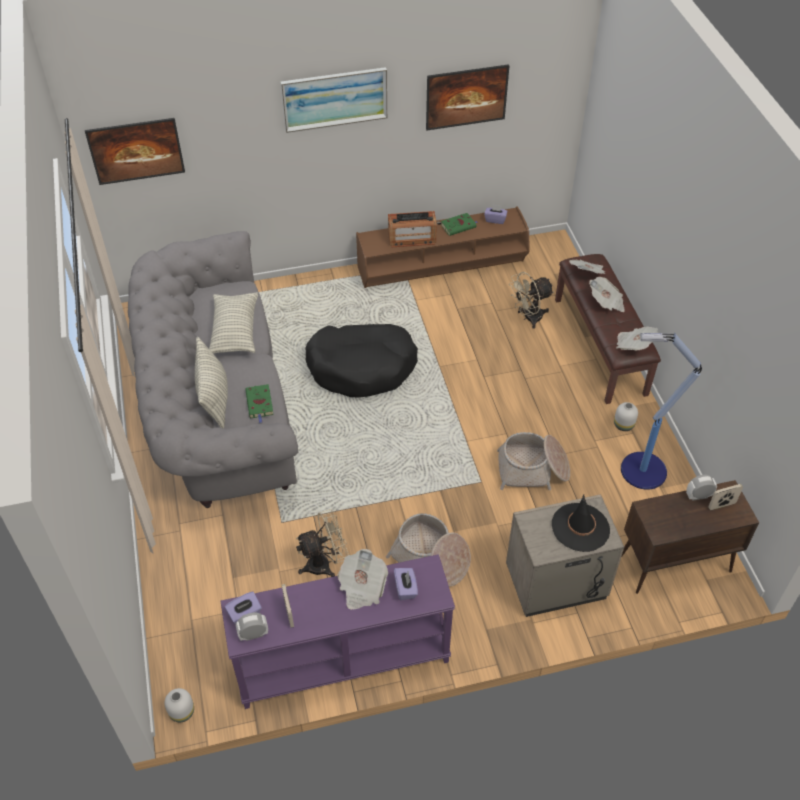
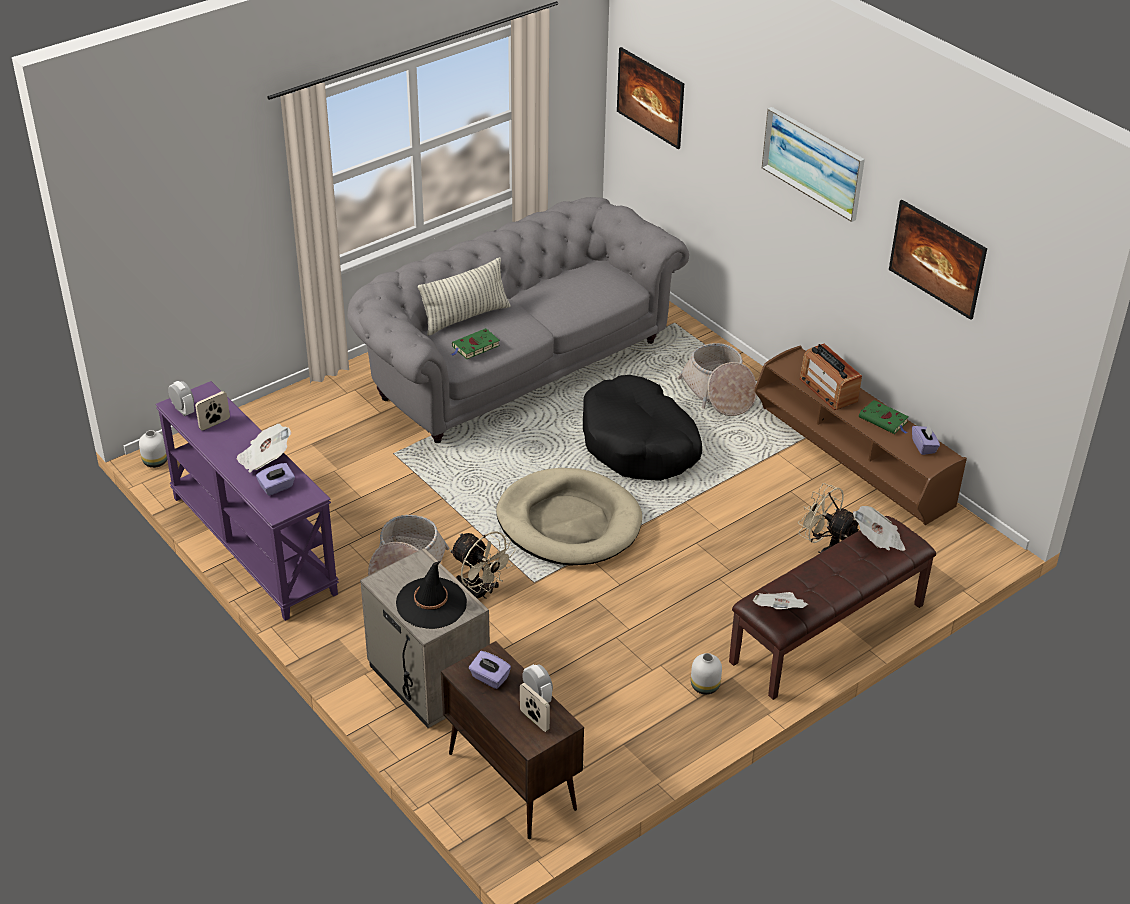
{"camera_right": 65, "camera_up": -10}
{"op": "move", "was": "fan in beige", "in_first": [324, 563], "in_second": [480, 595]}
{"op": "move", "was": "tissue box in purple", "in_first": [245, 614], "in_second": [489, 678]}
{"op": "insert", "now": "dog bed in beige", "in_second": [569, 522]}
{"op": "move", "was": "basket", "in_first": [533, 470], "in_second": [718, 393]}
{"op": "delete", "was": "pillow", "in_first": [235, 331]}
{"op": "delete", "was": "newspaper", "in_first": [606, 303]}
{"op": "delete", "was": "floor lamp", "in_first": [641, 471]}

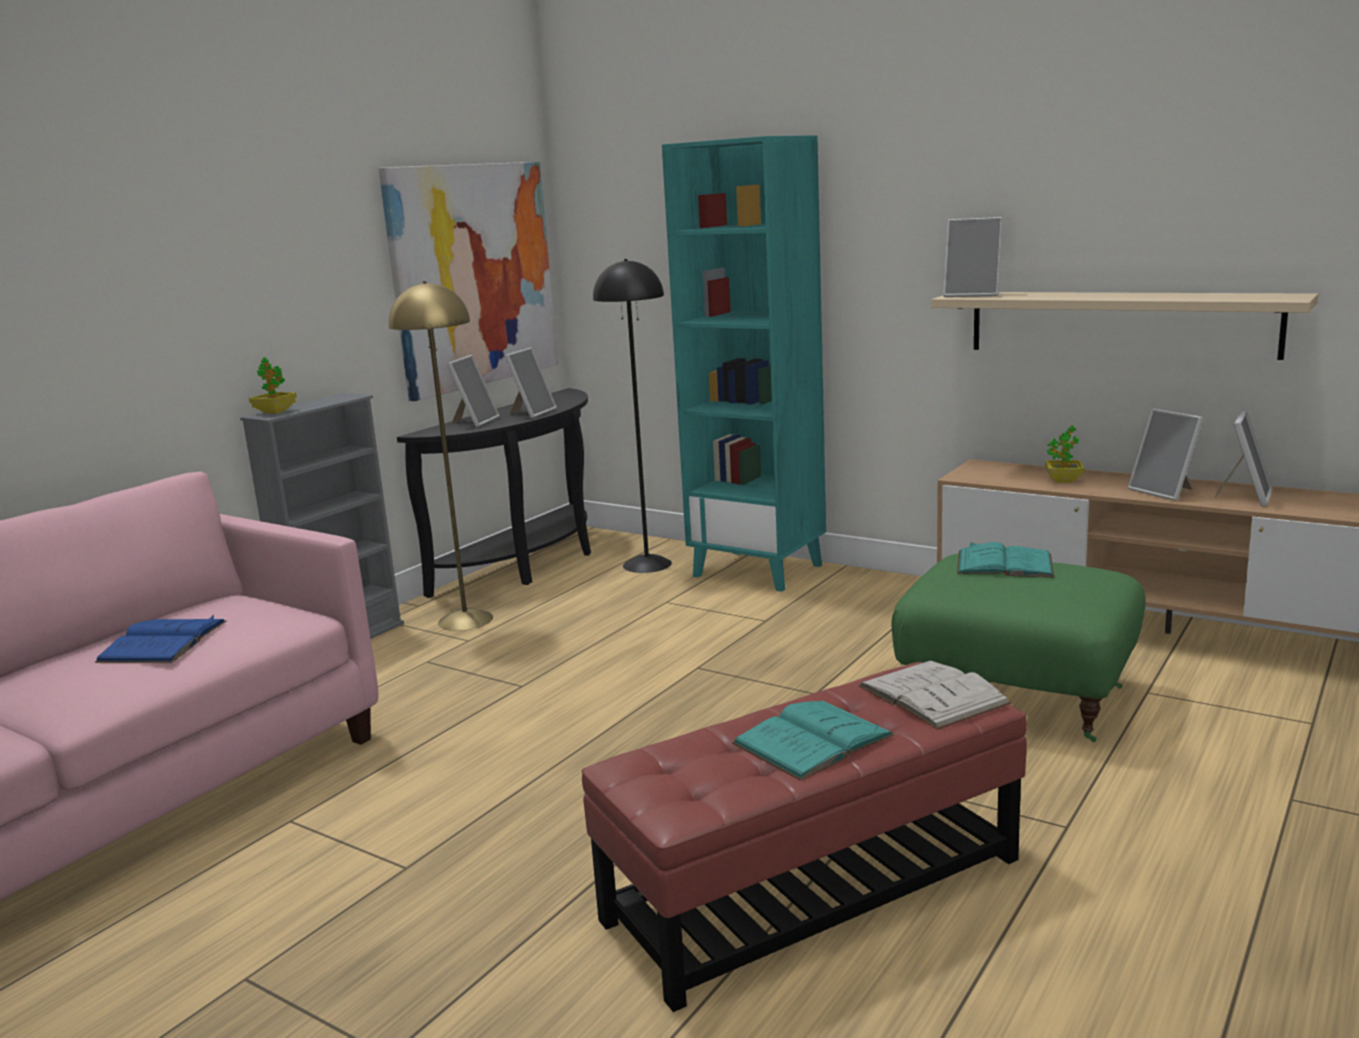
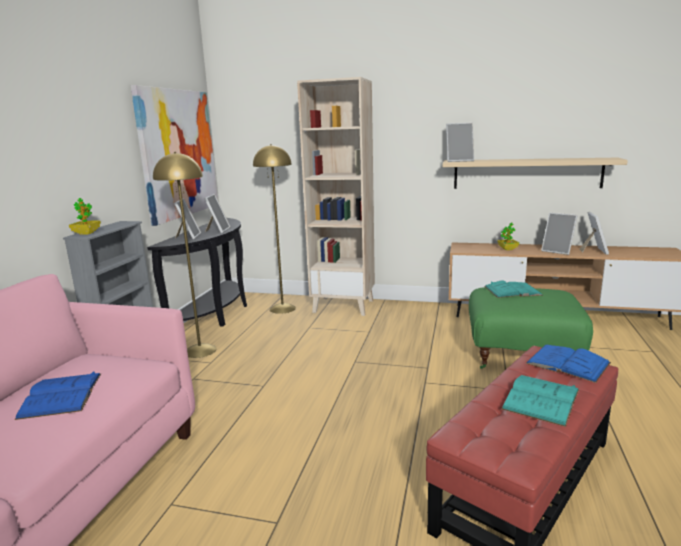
{"camera_right": -20, "camera_up": 0}
{"op": "recolor", "was": "floor lamp in black", "now": "floor lamp in yellow", "in_first": [647, 564], "in_second": [282, 308]}
{"op": "recolor", "was": "bookcase in turquoise", "now": "bookcase in beige", "in_first": [759, 570], "in_second": [344, 306]}
{"op": "recolor", "was": "book in white", "now": "book in blue", "in_first": [932, 694], "in_second": [567, 363]}

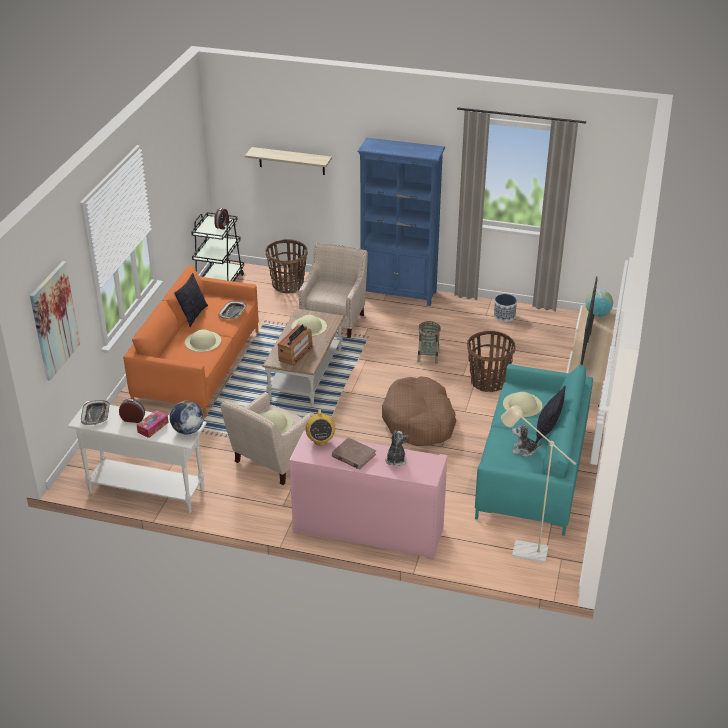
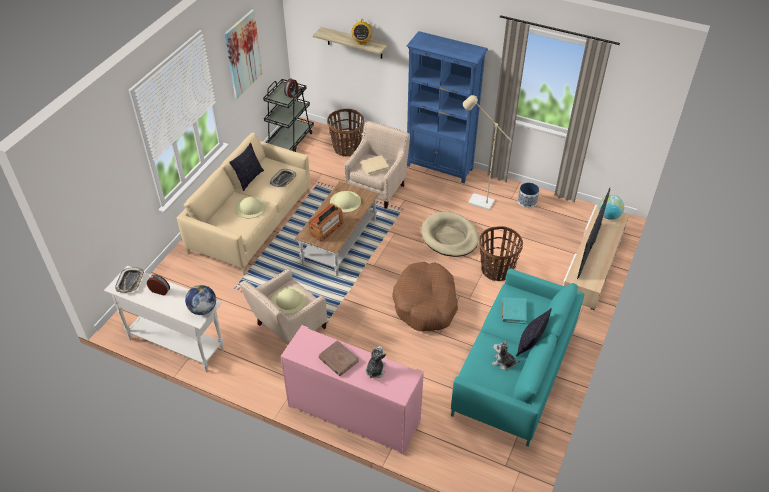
{"camera_right": 10, "camera_up": 10}
{"op": "recolor", "was": "sofa in orange", "now": "sofa in beige", "in_first": [198, 366], "in_second": [251, 222]}
{"op": "move", "was": "picture", "in_first": [54, 320], "in_second": [243, 54]}
{"op": "move", "was": "radio", "in_first": [320, 440], "in_second": [362, 42]}
{"op": "insert", "now": "book in beige", "in_second": [374, 166]}
{"op": "replace", "was": "basket", "now": "dog bed in beige", "in_first": [428, 357], "in_second": [449, 237]}
{"op": "move", "was": "floor lamp in beige", "in_first": [523, 550], "in_second": [476, 200]}
{"op": "replace", "was": "hat in beige", "now": "book in turquoise", "in_first": [522, 404], "in_second": [513, 311]}
{"op": "delete", "was": "tissue box", "in_first": [153, 427]}

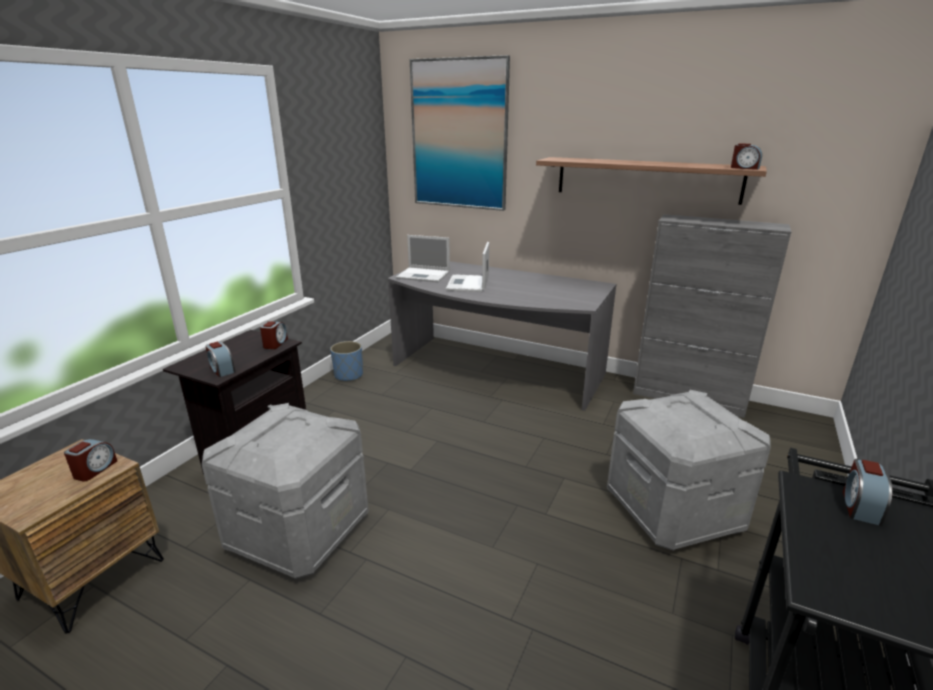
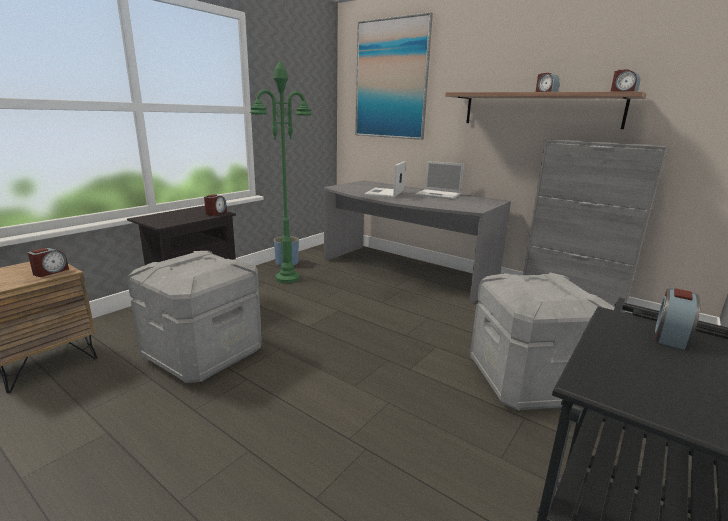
{"camera_right": 10, "camera_up": -5}
{"op": "insert", "now": "floor lamp in green", "in_second": [288, 278]}
{"op": "move", "was": "laptop", "in_first": [424, 275], "in_second": [439, 195]}
{"op": "move", "was": "alarm clock", "in_first": [222, 370], "in_second": [545, 92]}

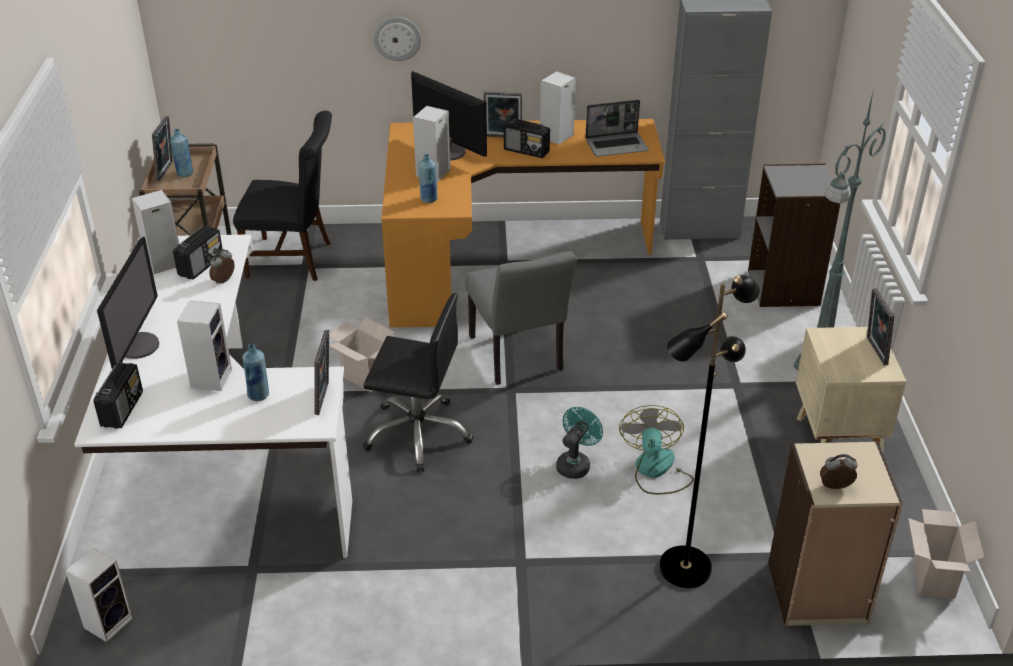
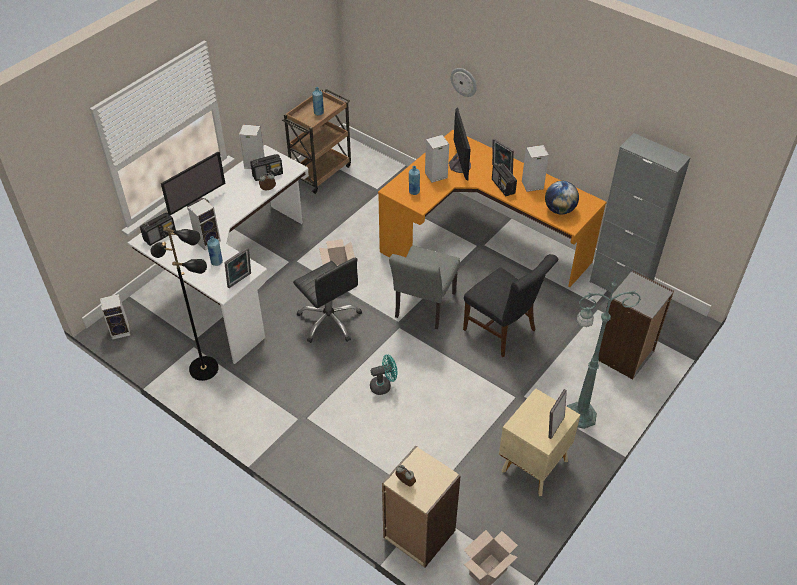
{"camera_right": 40, "camera_up": 10}
{"op": "move", "was": "floor lamp in black", "in_first": [684, 566], "in_second": [204, 368]}
{"op": "move", "was": "chair in black", "in_first": [295, 259], "in_second": [503, 331]}
{"op": "replace", "was": "laptop", "now": "globe", "in_first": [617, 145], "in_second": [559, 210]}
{"op": "delete", "was": "picture frame", "in_first": [167, 171]}
{"op": "delete", "was": "fan", "in_first": [656, 471]}

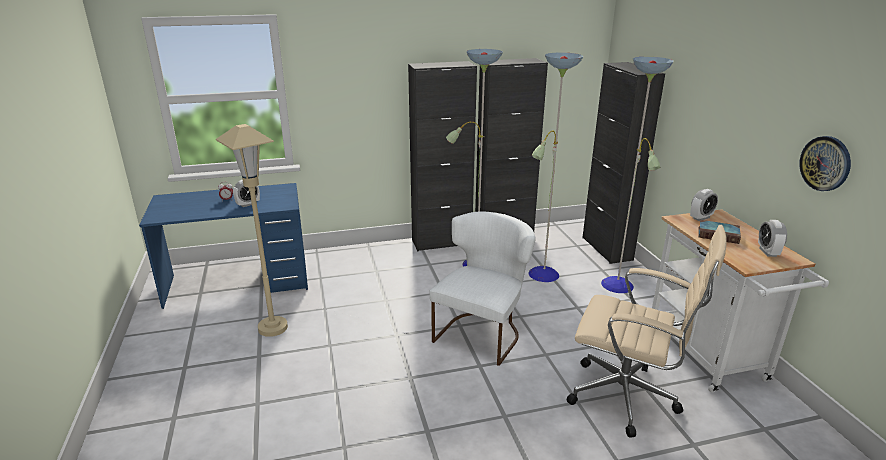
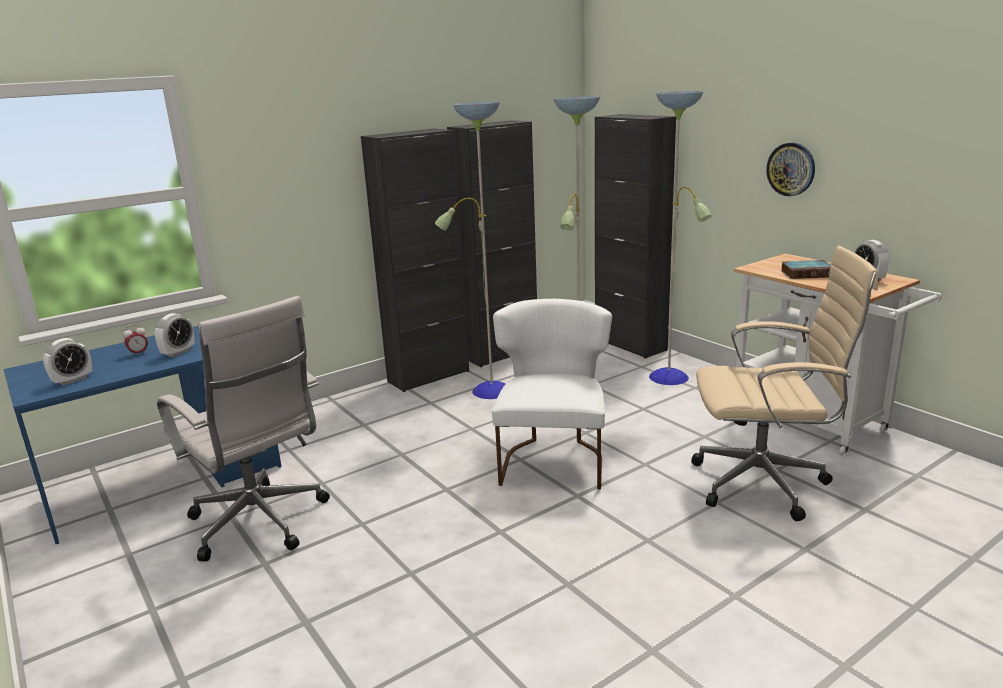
{"camera_right": -20, "camera_up": -5}
{"op": "move", "was": "alarm clock", "in_first": [701, 218], "in_second": [72, 380]}
{"op": "replace", "was": "floor lamp in beige", "now": "office chair in white", "in_first": [272, 328], "in_second": [261, 524]}
{"op": "move", "was": "wall clock", "in_first": [825, 163], "in_second": [791, 169]}

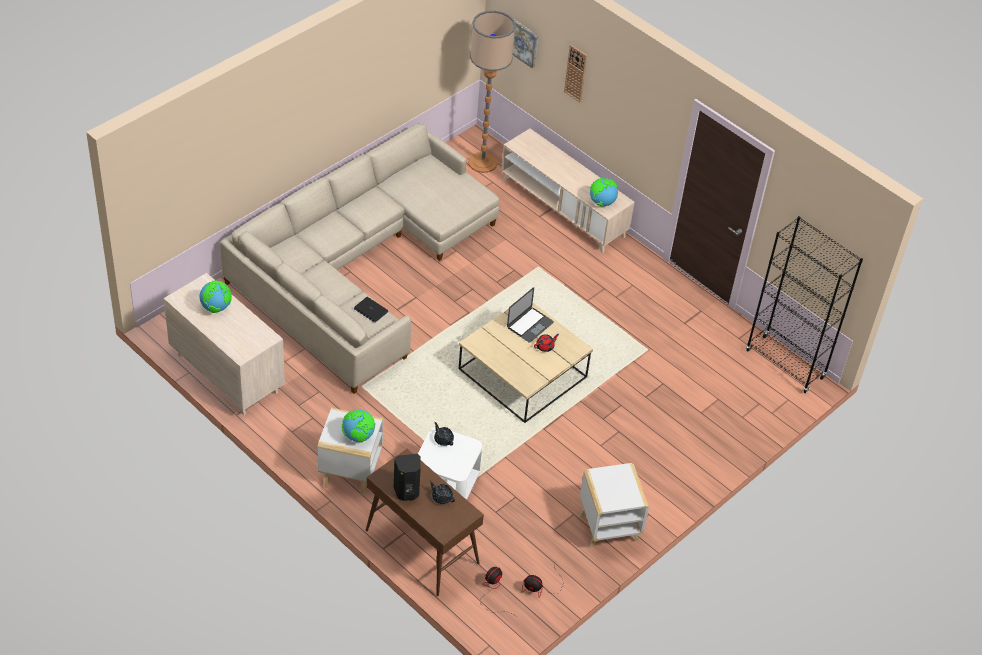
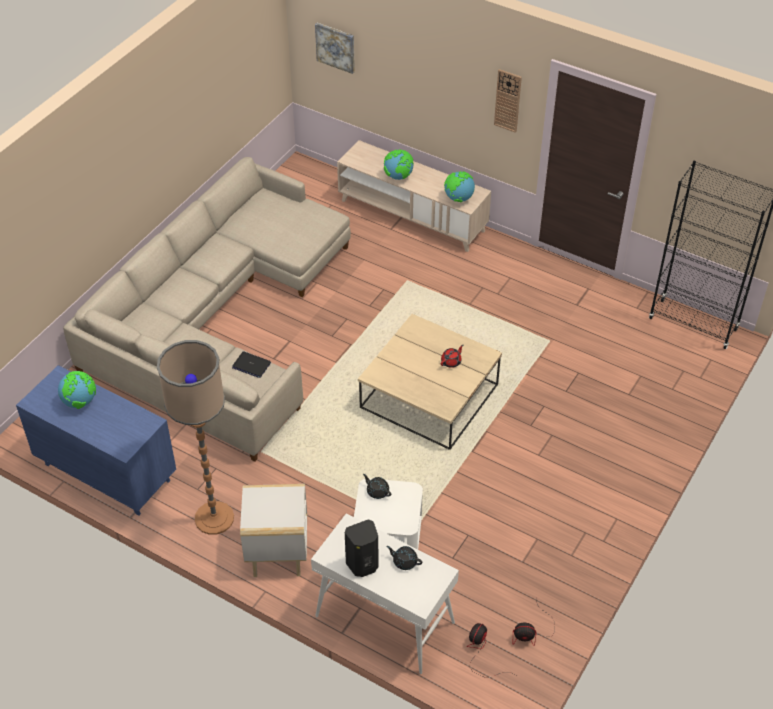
{"camera_right": -10, "camera_up": 0}
{"op": "recolor", "was": "dresser in beige", "now": "dresser in blue", "in_first": [226, 373], "in_second": [106, 472]}
{"op": "move", "was": "floor lamp", "in_first": [482, 163], "in_second": [214, 518]}
{"op": "recolor", "was": "console table in brown", "now": "console table in white", "in_first": [421, 547], "in_second": [384, 619]}
{"op": "move", "was": "globe", "in_first": [358, 436], "in_second": [399, 177]}
{"op": "move", "was": "wall clock", "in_first": [576, 73], "in_second": [508, 100]}
{"op": "delete", "was": "laptop", "in_first": [530, 325]}
{"op": "delete", "was": "side table in white", "in_first": [609, 527]}

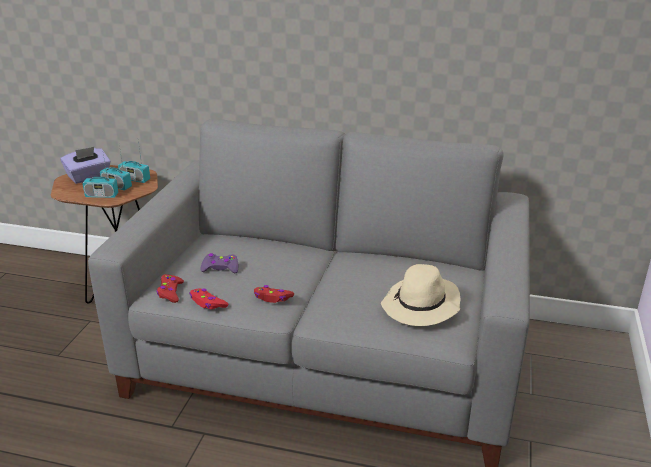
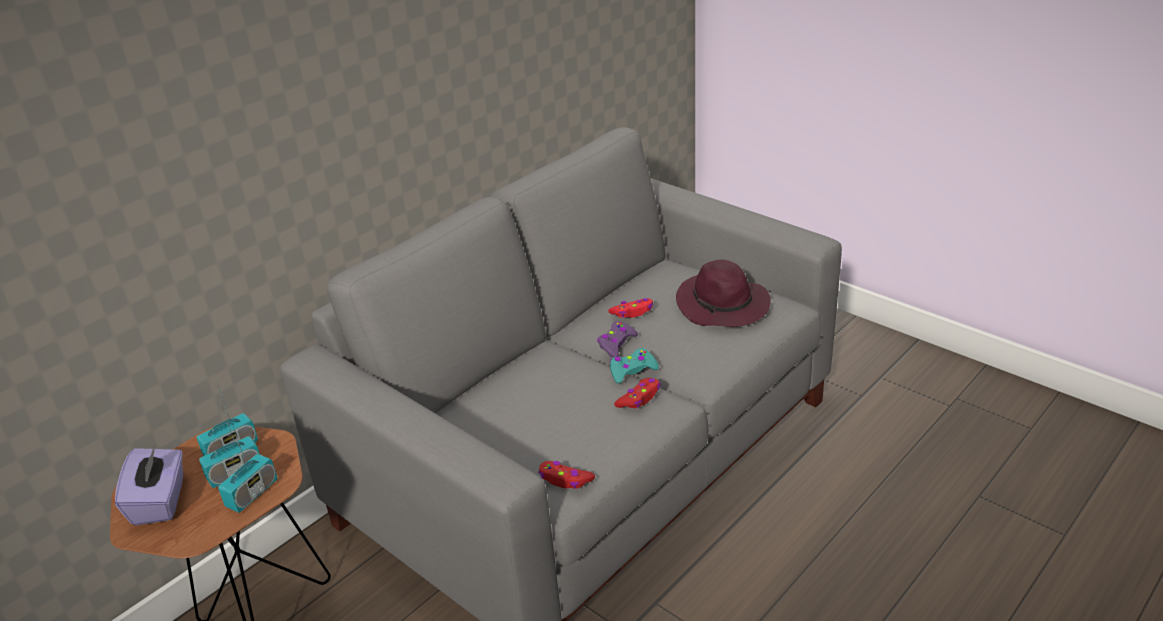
{"camera_right": -60, "camera_up": 5}
{"op": "move", "was": "game controller in purple", "in_first": [220, 268], "in_second": [616, 344]}
{"op": "move", "was": "game controller in red", "in_first": [208, 303], "in_second": [632, 312]}
{"op": "insert", "now": "game controller in turquoise", "in_second": [632, 370]}
{"op": "recolor", "was": "hat in beige", "now": "hat in purple", "in_first": [421, 306], "in_second": [723, 306]}

